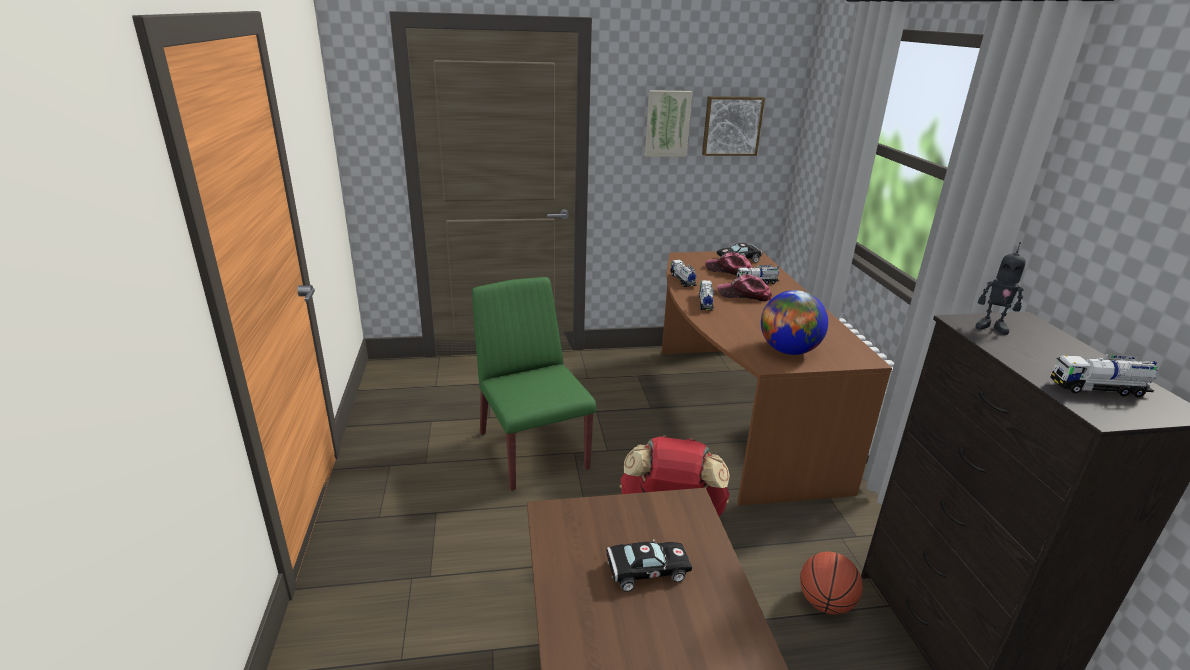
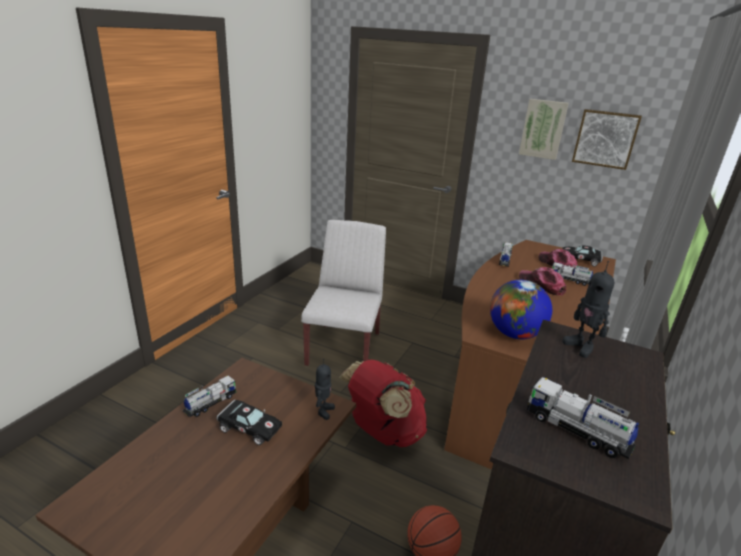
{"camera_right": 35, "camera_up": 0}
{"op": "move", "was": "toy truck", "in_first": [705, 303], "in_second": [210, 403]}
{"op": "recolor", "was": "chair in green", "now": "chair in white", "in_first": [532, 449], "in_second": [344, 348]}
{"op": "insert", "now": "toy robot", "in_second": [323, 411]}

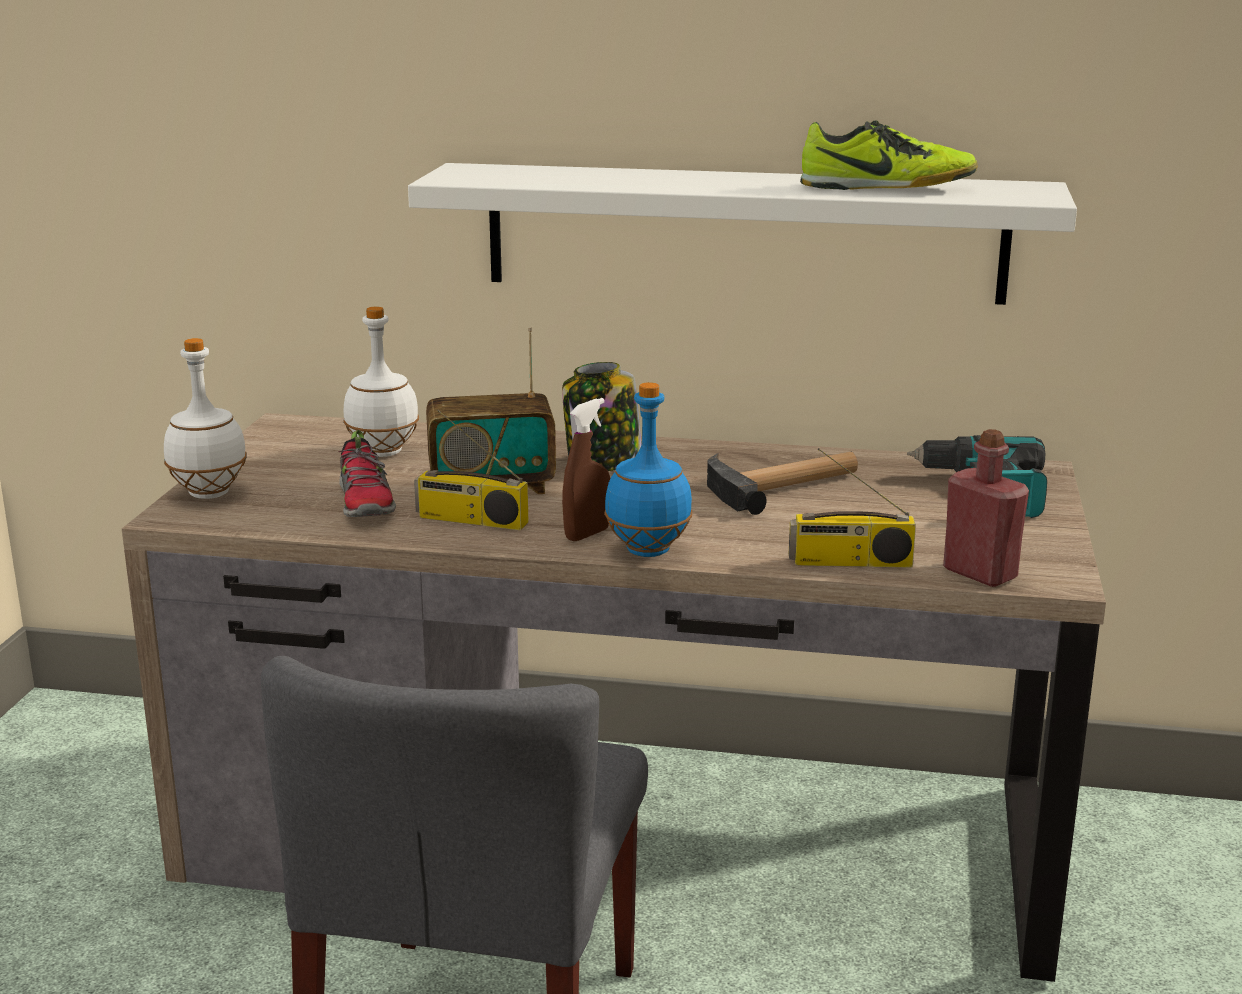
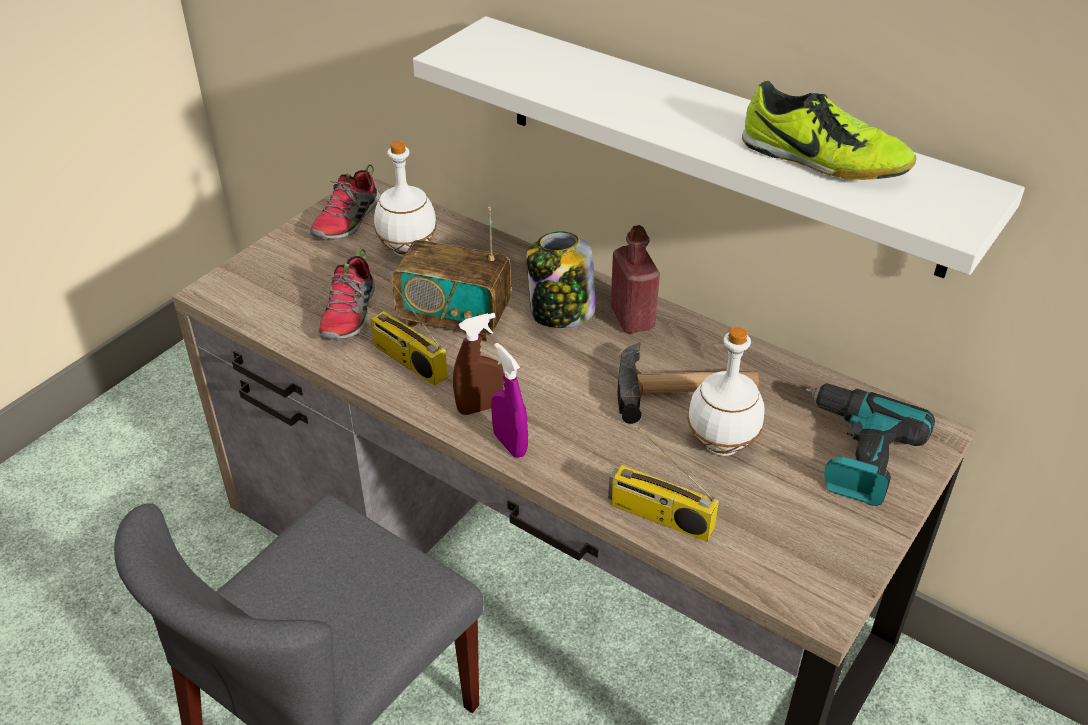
{"camera_right": 25, "camera_up": 20}
{"op": "insert", "now": "shoe", "in_second": [347, 221]}
{"op": "replace", "was": "bottle in blue", "now": "spray bottle in purple", "in_first": [647, 550], "in_second": [510, 444]}
{"op": "move", "was": "bottle in red", "in_first": [980, 573], "in_second": [632, 318]}
{"op": "move", "was": "bottle in white", "in_first": [210, 493], "in_second": [722, 444]}

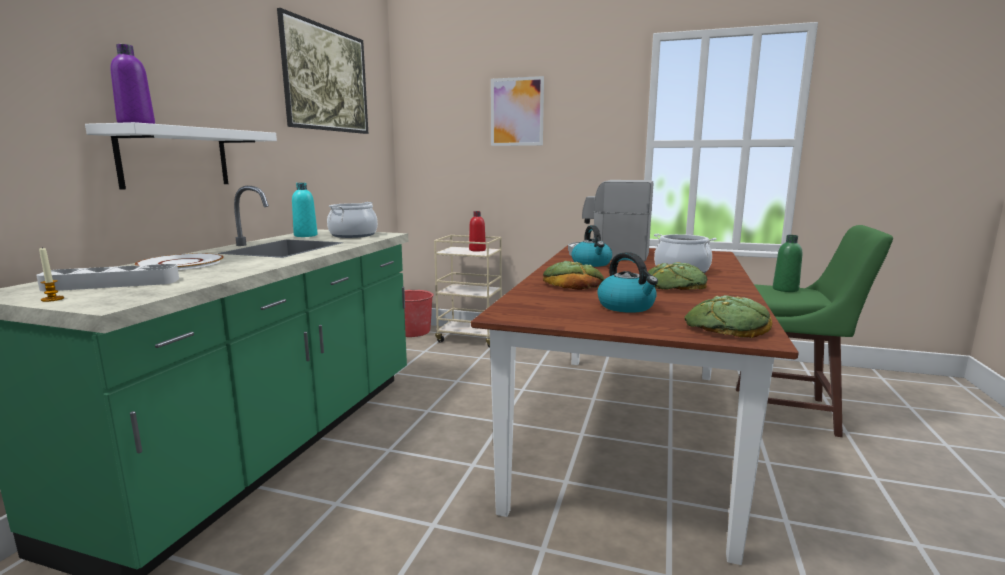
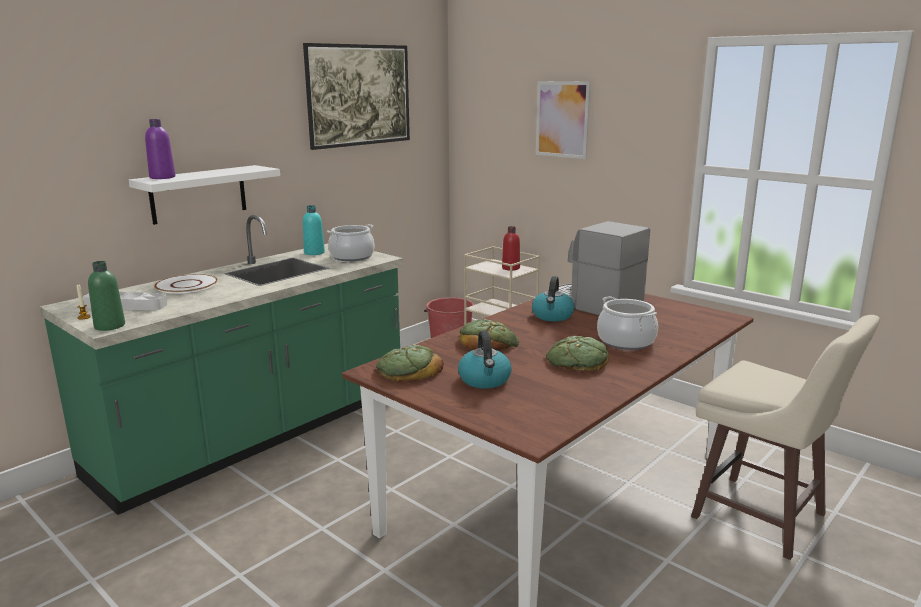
{"camera_right": 25, "camera_up": 5}
{"op": "move", "was": "bottle in green", "in_first": [785, 289], "in_second": [109, 326]}
{"op": "move", "was": "bread", "in_first": [726, 327], "in_second": [408, 370]}
{"op": "recolor", "was": "stool in green", "now": "stool in beige", "in_first": [788, 412], "in_second": [762, 518]}

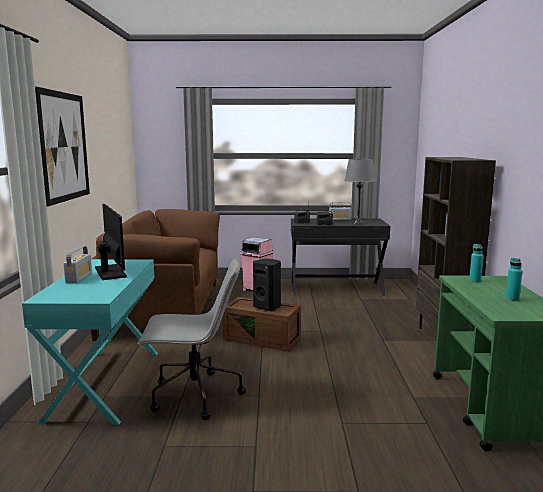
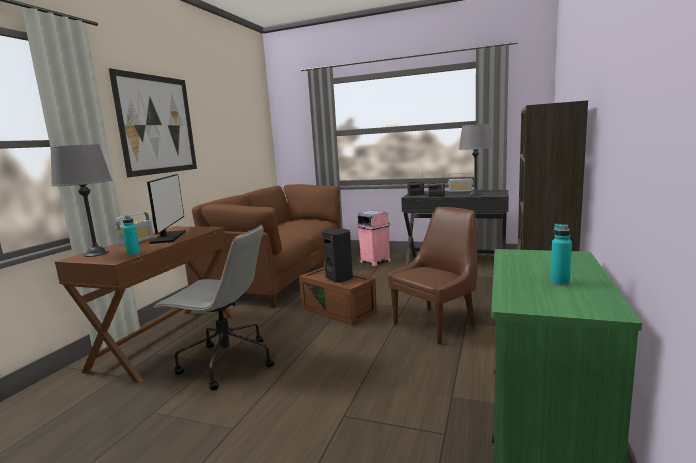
{"camera_right": 20, "camera_up": 0}
{"op": "insert", "now": "table lamp in grey", "in_second": [96, 253]}
{"op": "recolor", "was": "desk in turquoise", "now": "desk in brown", "in_first": [104, 383], "in_second": [166, 341]}
{"op": "move", "was": "bottle in turquoise", "in_first": [475, 281], "in_second": [133, 254]}
{"op": "insert", "now": "chair in brown", "in_second": [436, 324]}

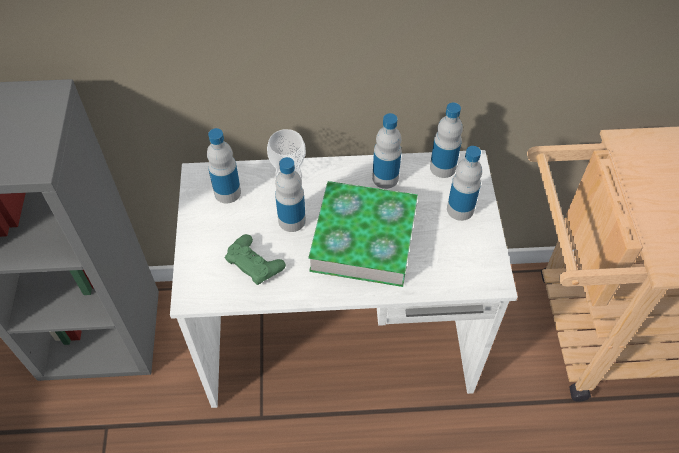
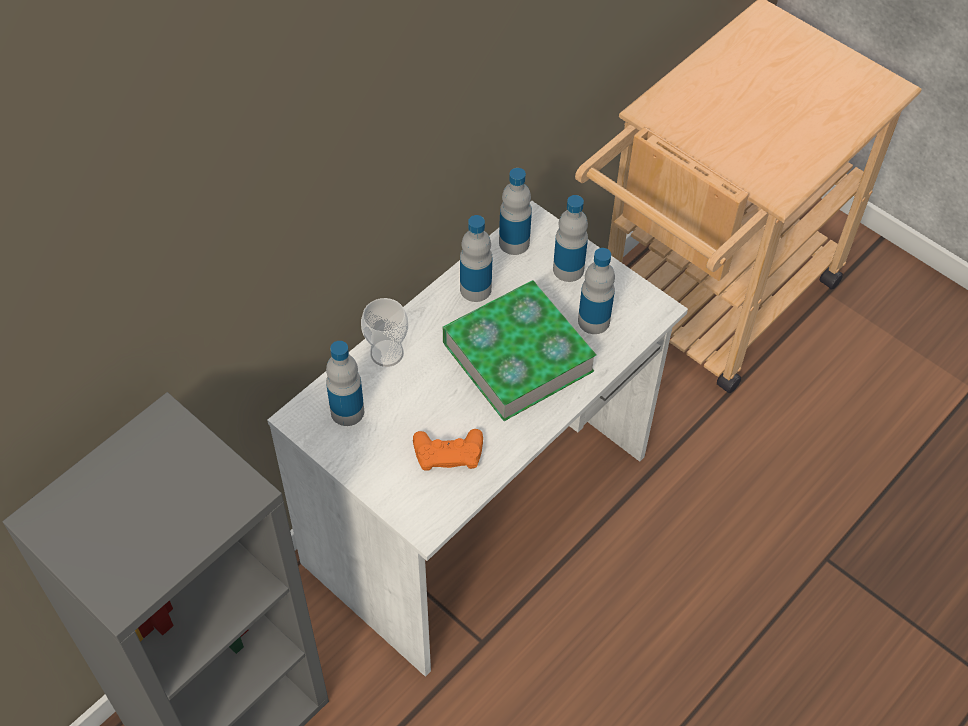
{"camera_right": -45, "camera_up": 0}
{"op": "recolor", "was": "game controller in green", "now": "game controller in orange", "in_first": [254, 263], "in_second": [448, 452]}
{"op": "move", "was": "bottle", "in_first": [292, 220], "in_second": [593, 321]}

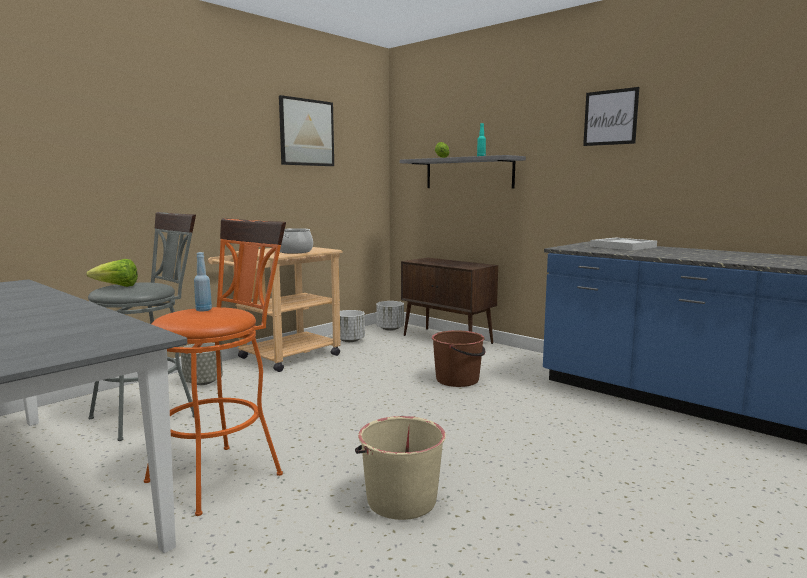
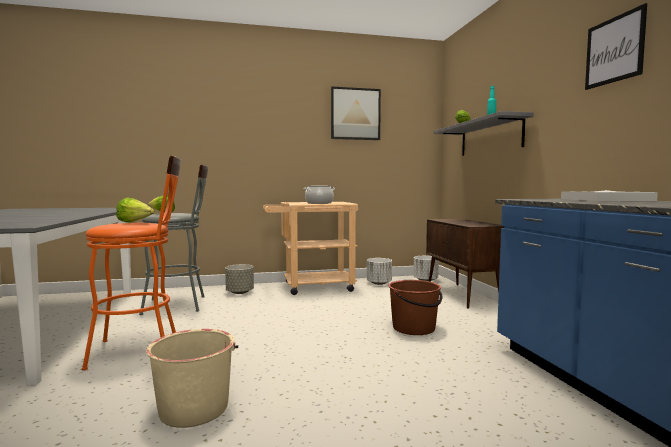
{"camera_right": 35, "camera_up": -5}
{"op": "replace", "was": "bottle in blue", "now": "lettuce", "in_first": [203, 310], "in_second": [135, 223]}

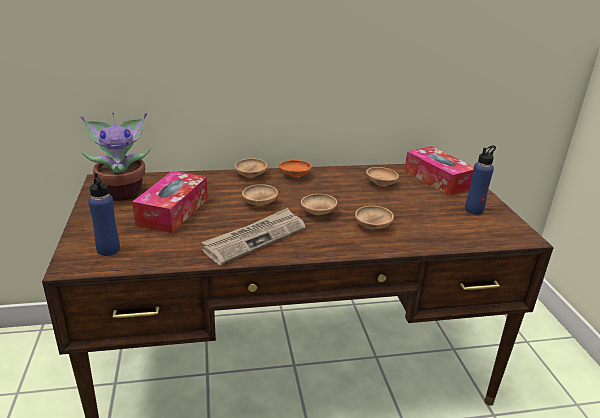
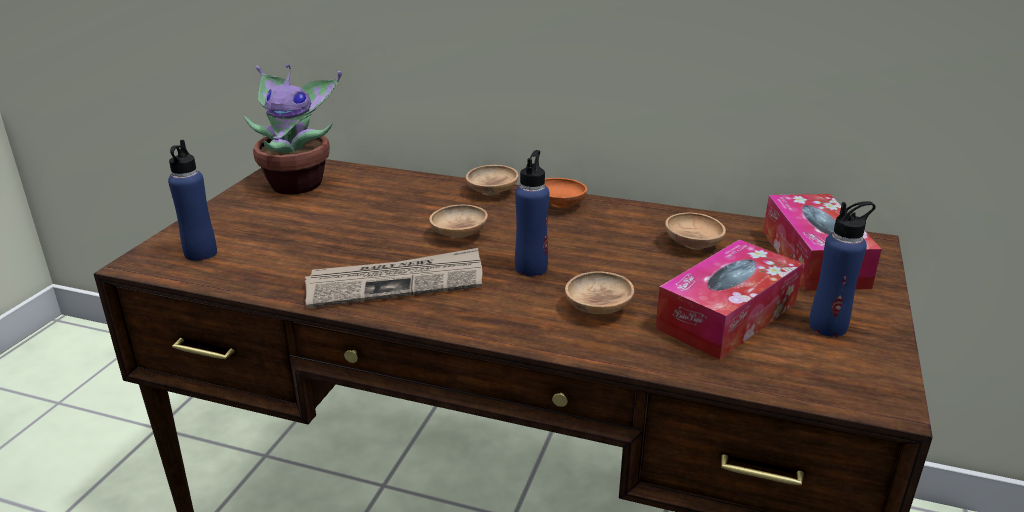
{"camera_right": 30, "camera_up": 0}
{"op": "replace", "was": "bowl in brown", "now": "bottle in blue", "in_first": [318, 213], "in_second": [531, 268]}
{"op": "move", "was": "tissue box", "in_first": [173, 211], "in_second": [727, 316]}

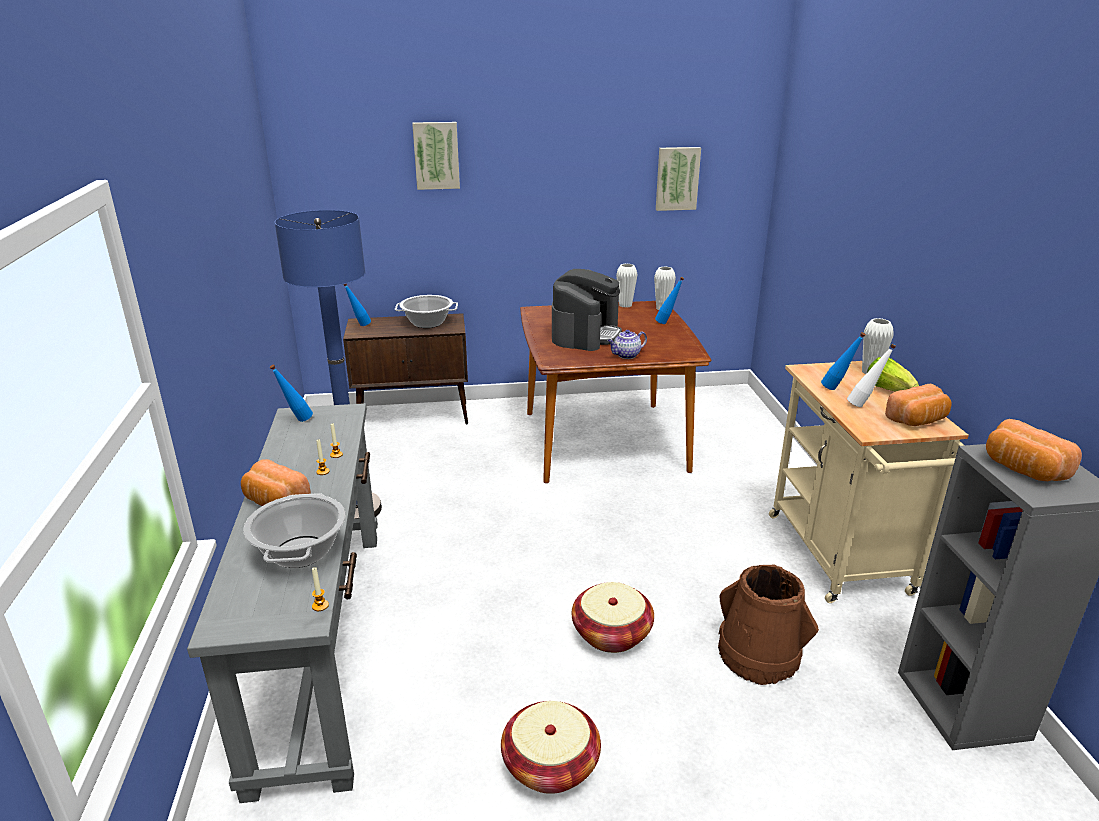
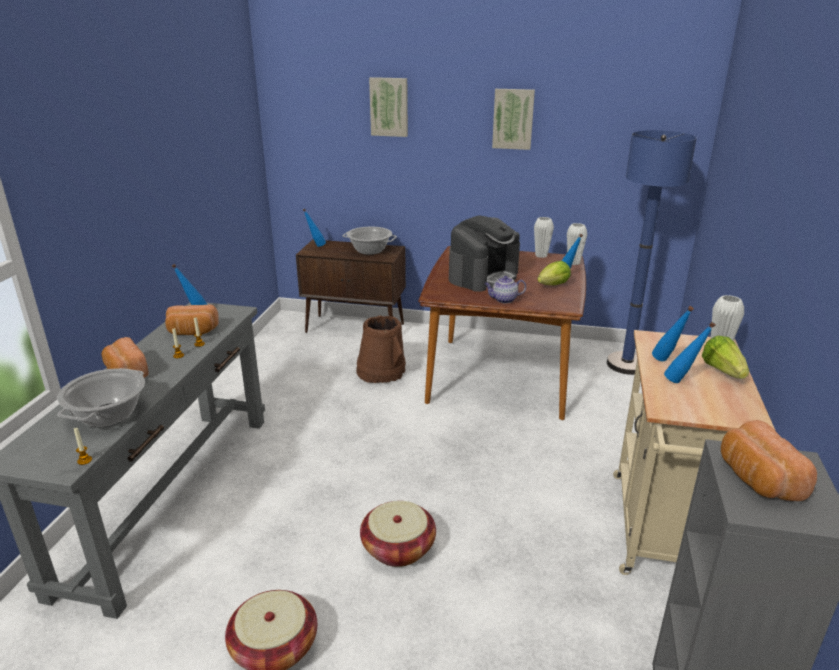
{"camera_right": 20, "camera_up": 0}
{"op": "move", "was": "bread", "in_first": [918, 420], "in_second": [192, 332]}
{"op": "move", "was": "bucket in brown", "in_first": [759, 654], "in_second": [381, 371]}
{"op": "move", "was": "picture", "in_first": [677, 178], "in_second": [513, 119]}
{"op": "insert", "now": "lettuce", "in_second": [553, 285]}
{"op": "move", "was": "floor lamp in blue", "in_first": [355, 509], "in_second": [626, 364]}
{"op": "recolor", "was": "bottle in white", "now": "bottle in blue", "in_first": [864, 405], "in_second": [682, 382]}

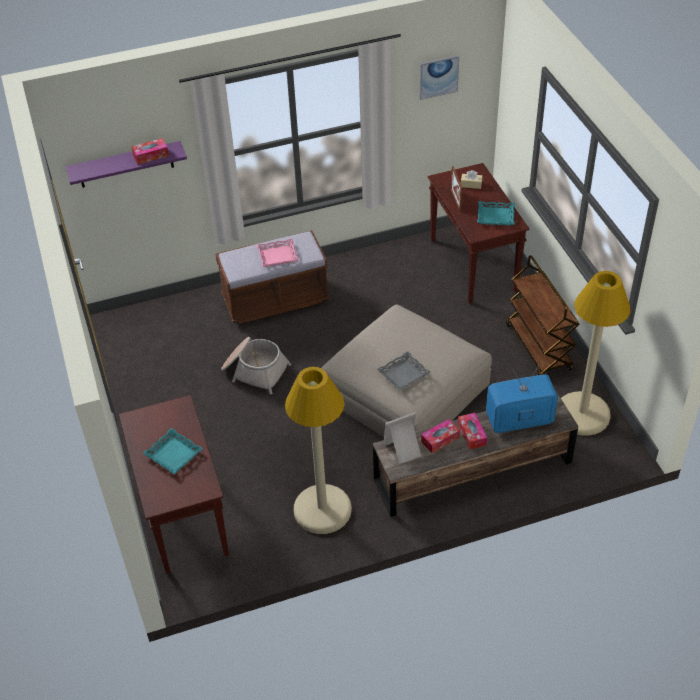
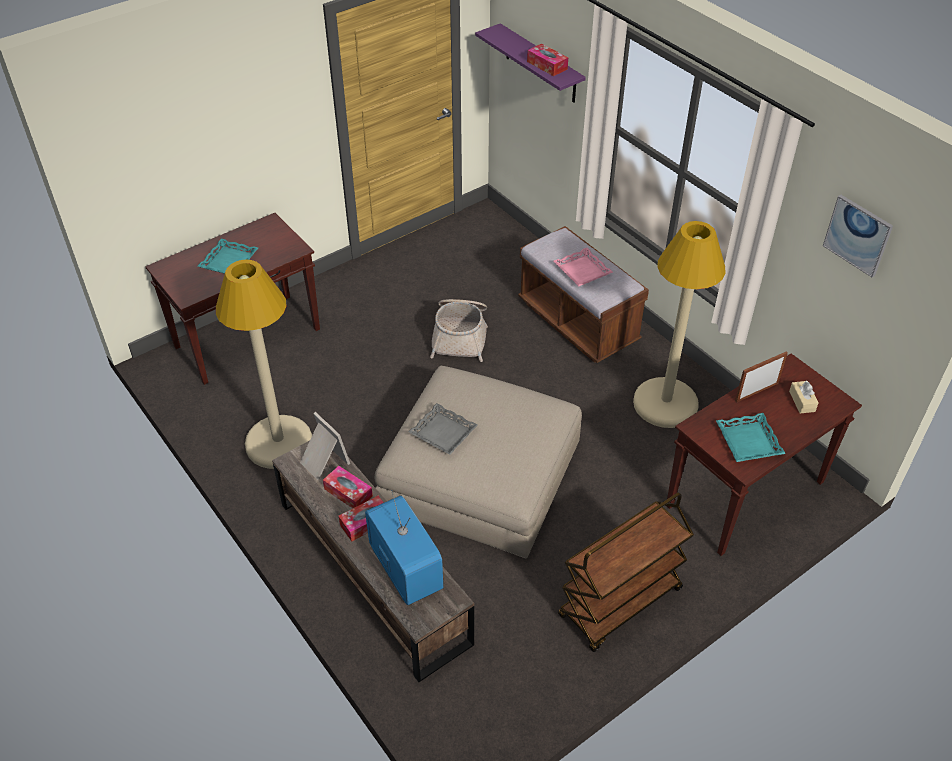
{"camera_right": 70, "camera_up": 0}
{"op": "move", "was": "floor lamp in beige", "in_first": [582, 414], "in_second": [665, 403]}

